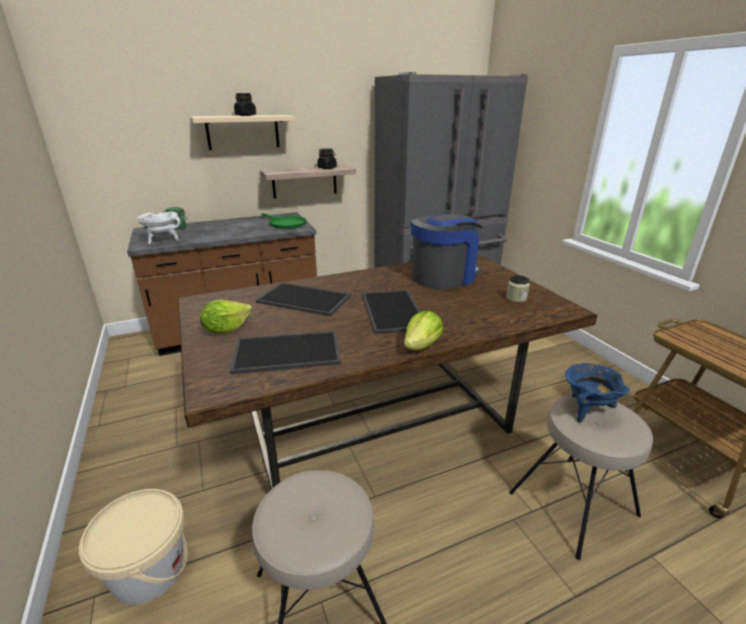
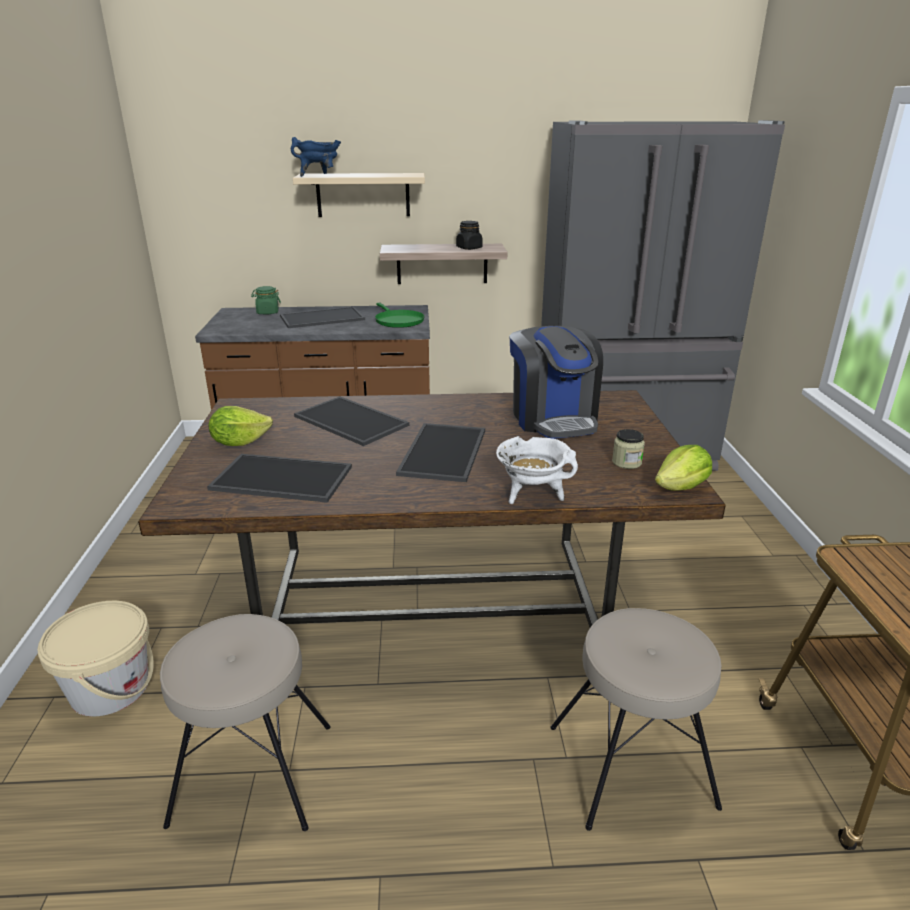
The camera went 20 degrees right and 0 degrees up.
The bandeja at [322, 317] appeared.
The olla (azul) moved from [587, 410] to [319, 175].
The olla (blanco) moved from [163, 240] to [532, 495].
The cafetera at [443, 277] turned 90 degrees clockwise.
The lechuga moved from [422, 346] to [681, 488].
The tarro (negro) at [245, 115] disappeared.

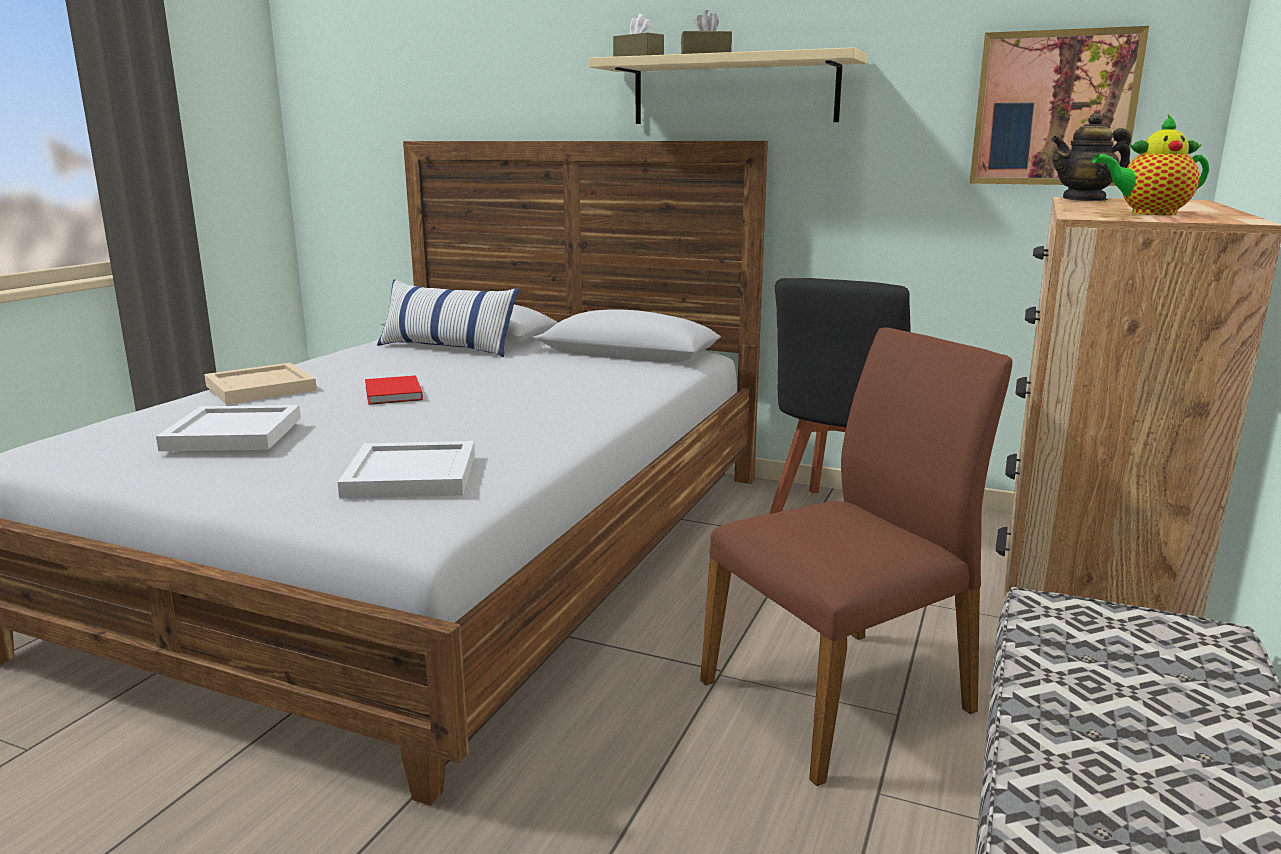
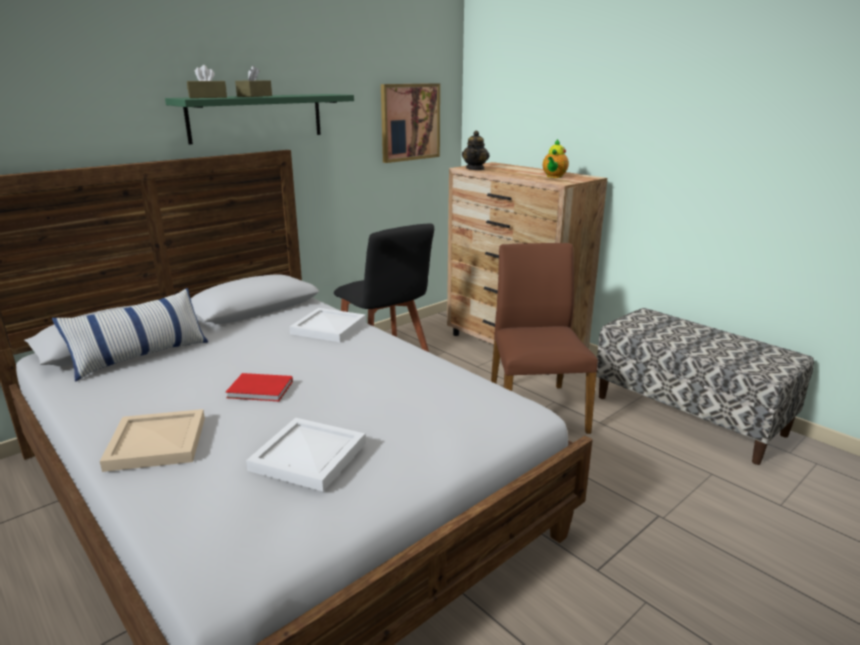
The camera went 65 degrees left and 5 degrees up.
The estante (beis) at [734, 91] became the estante (verde) at [256, 117].
The bandeja (blanco) moved from [409, 476] to [329, 328].

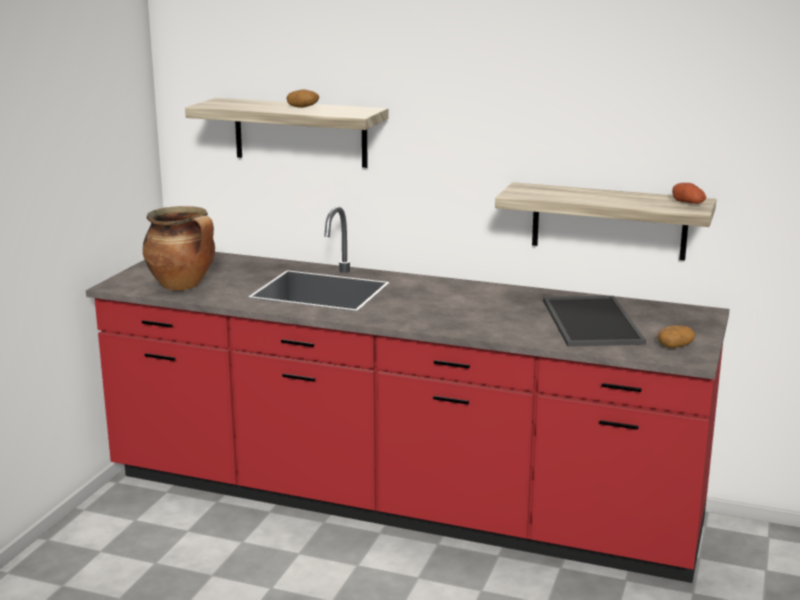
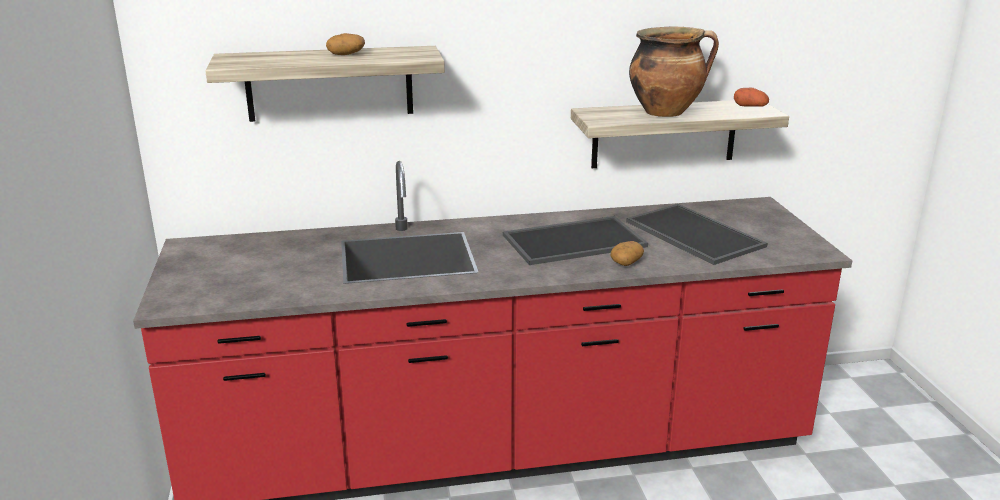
The camera went 30 degrees left and 5 degrees up.
The bandeja at [574, 240] appeared.
The patata moved from [675, 346] to [626, 262].
The olla moved from [183, 285] to [667, 112].

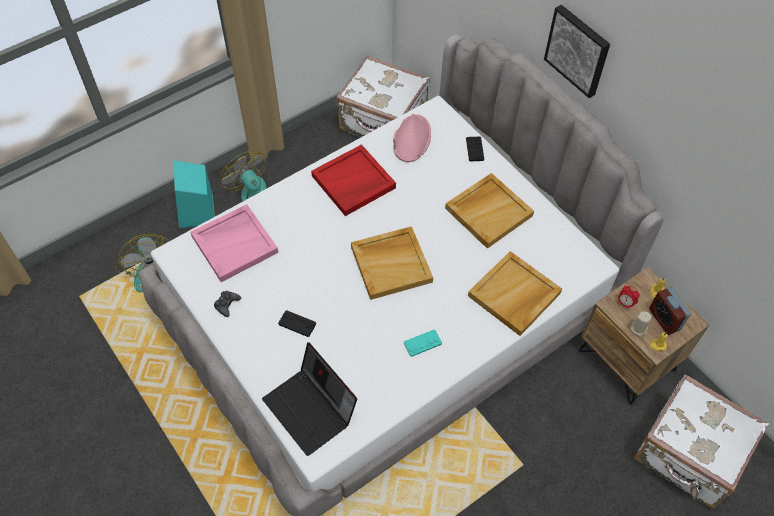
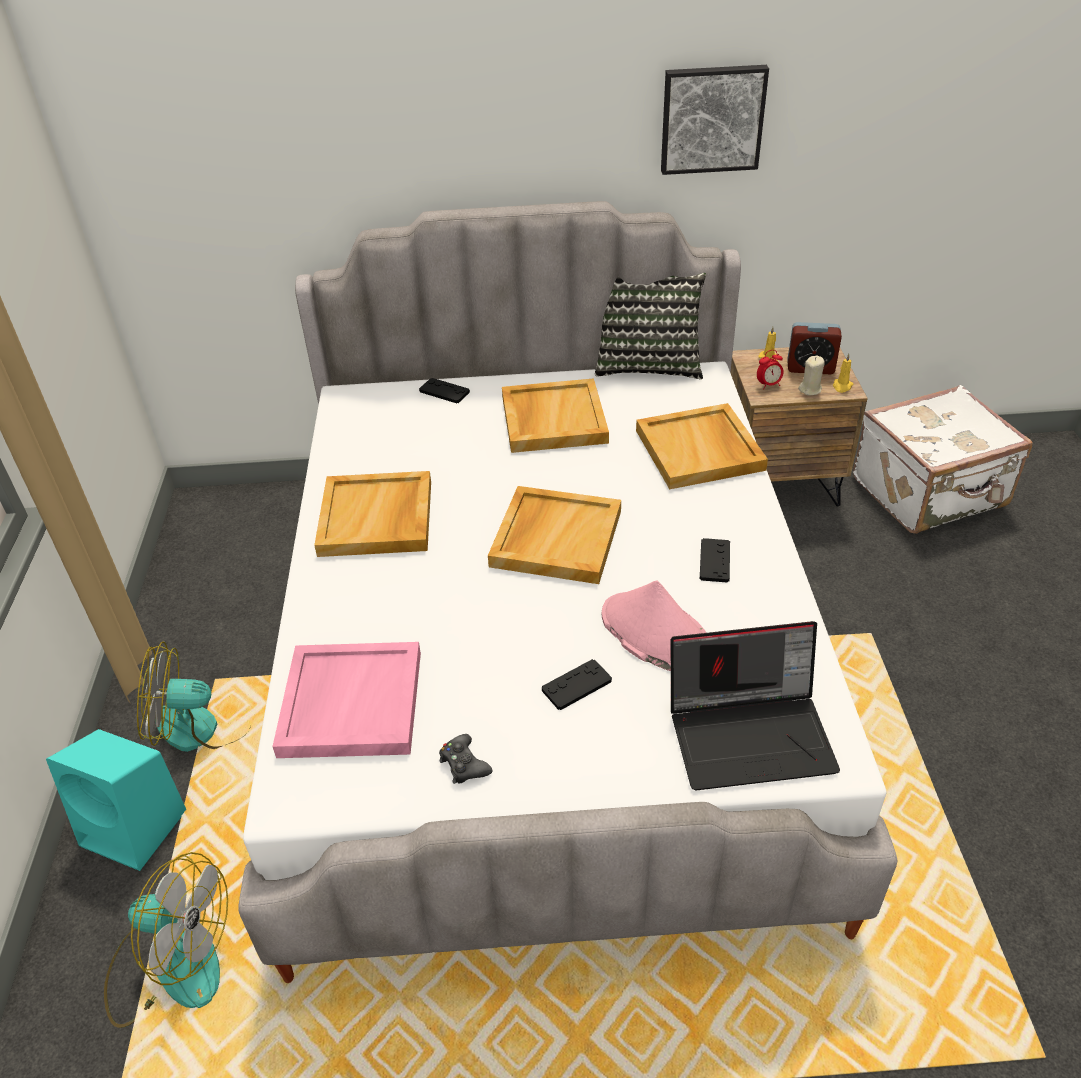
The camera went 55 degrees left and 15 degrees down.
The bandeja (rojo) at [353, 182] became the bandeja (beis) at [377, 518].
The cojín at [648, 364] appeared.
The sombrero (rosa) moved from [411, 139] to [655, 633].
The cuadro moved from [578, 50] to [712, 119].
The mando de consola (turquesa) at [422, 343] became the mando de consola (negro) at [714, 561].
The maleta (blanco) at [383, 123] disappeared.

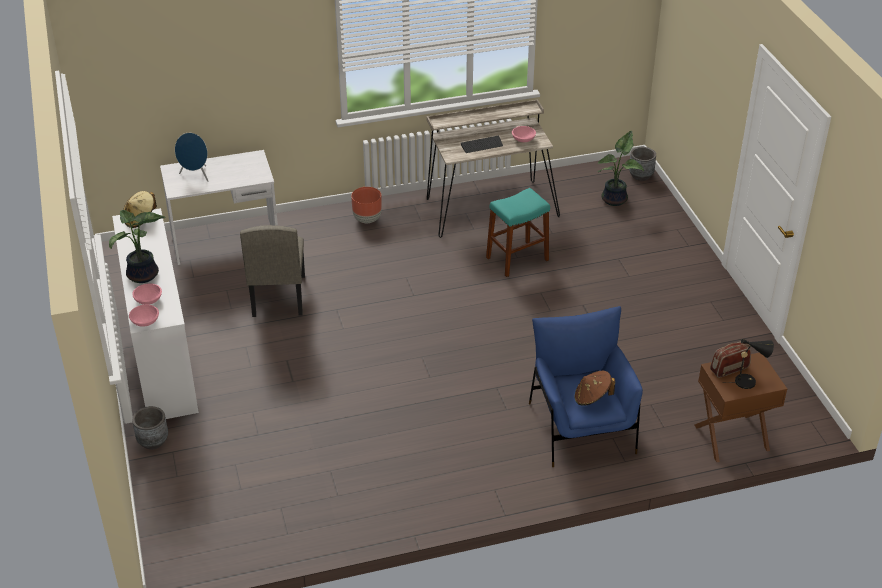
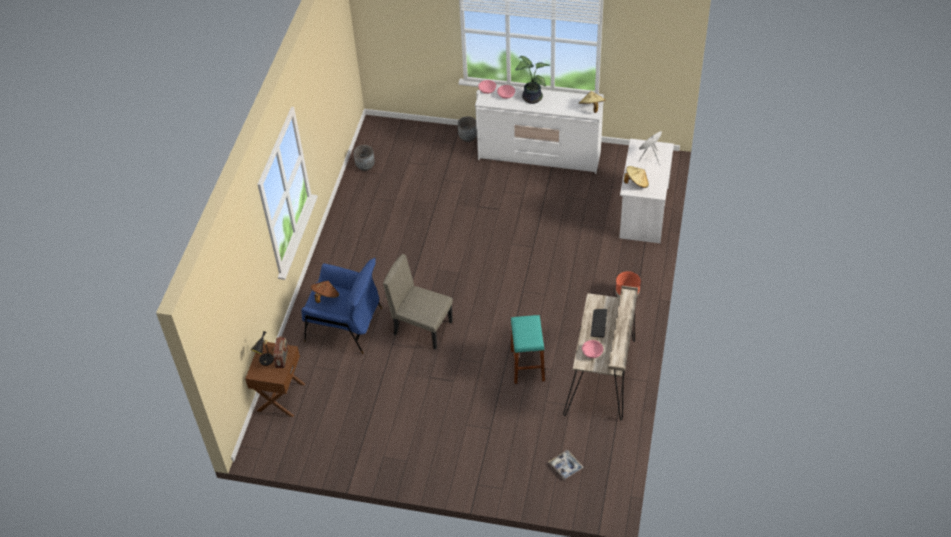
The camera went 120 degrees right and 10 degrees up.
The maceta (gris) moved from [640, 175] to [365, 166].
The silla (beis) moved from [278, 296] to [423, 327].
The planta en maceta at [616, 199] was replaced by the bandeja at [565, 466].
The sombrero (beis) at [636, 183] appeared.

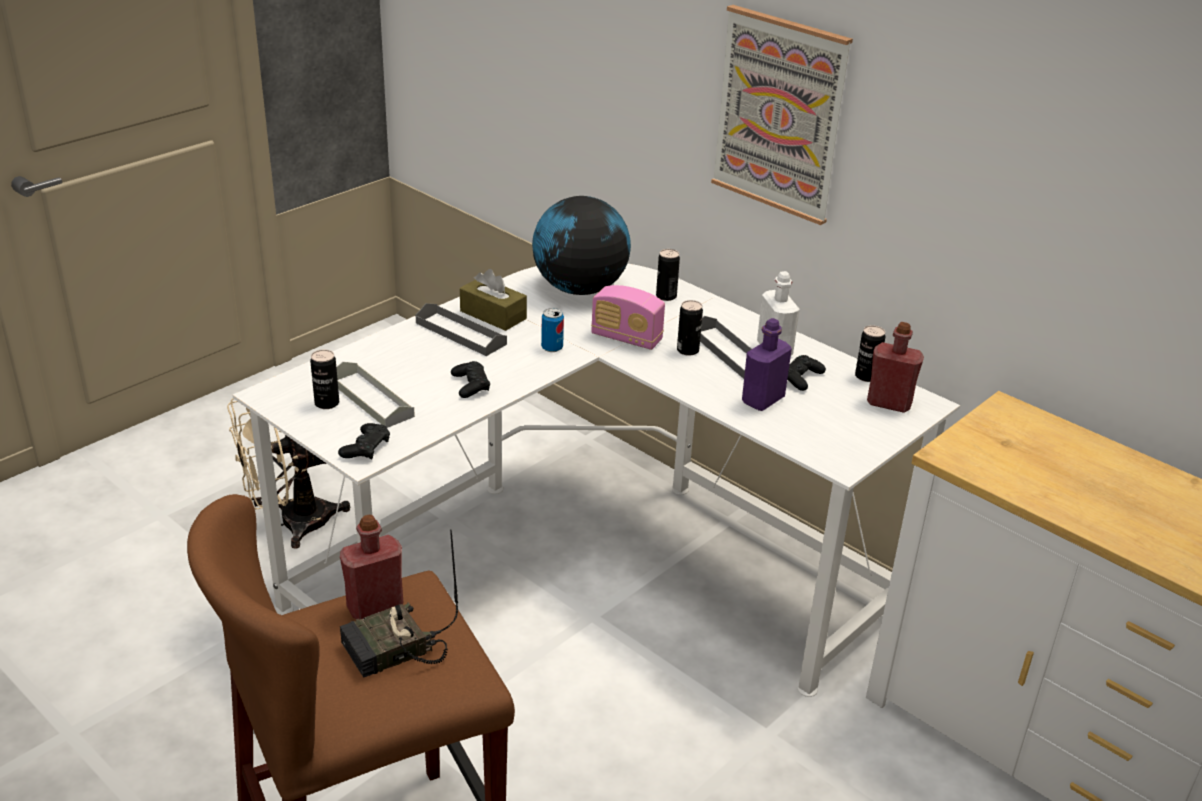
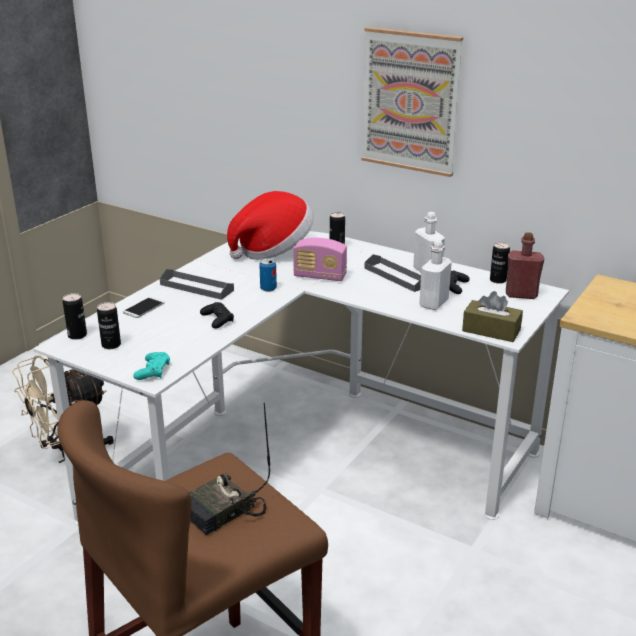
The camera went 10 degrees left and 5 degrees down.
The lata moved from [687, 350] to [77, 335].
The móvil at [144, 308] appeared.
The mando de consola (negro) at [366, 447] became the mando de consola (turquesa) at [153, 371].
The globo terráqueo at [579, 289] was replaced by the sombrero at [273, 250].
The botella (morado) at [763, 400] became the botella (blanco) at [433, 303].
The caja de pañuelos (marrón) moved from [493, 315] to [491, 330].
The bandeja (gris) at [371, 399] disappeared.
The botella (rojo) at [375, 606] disappeared.

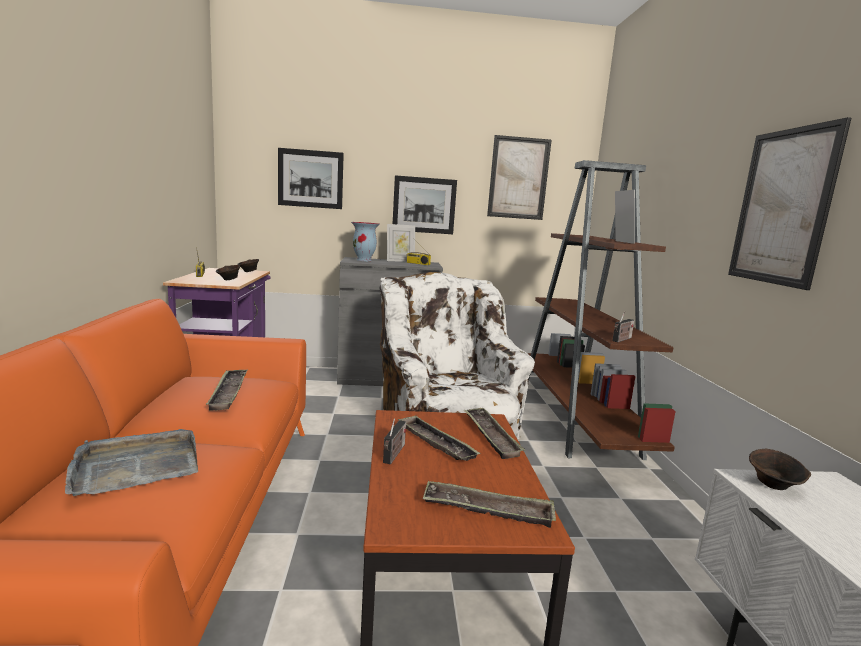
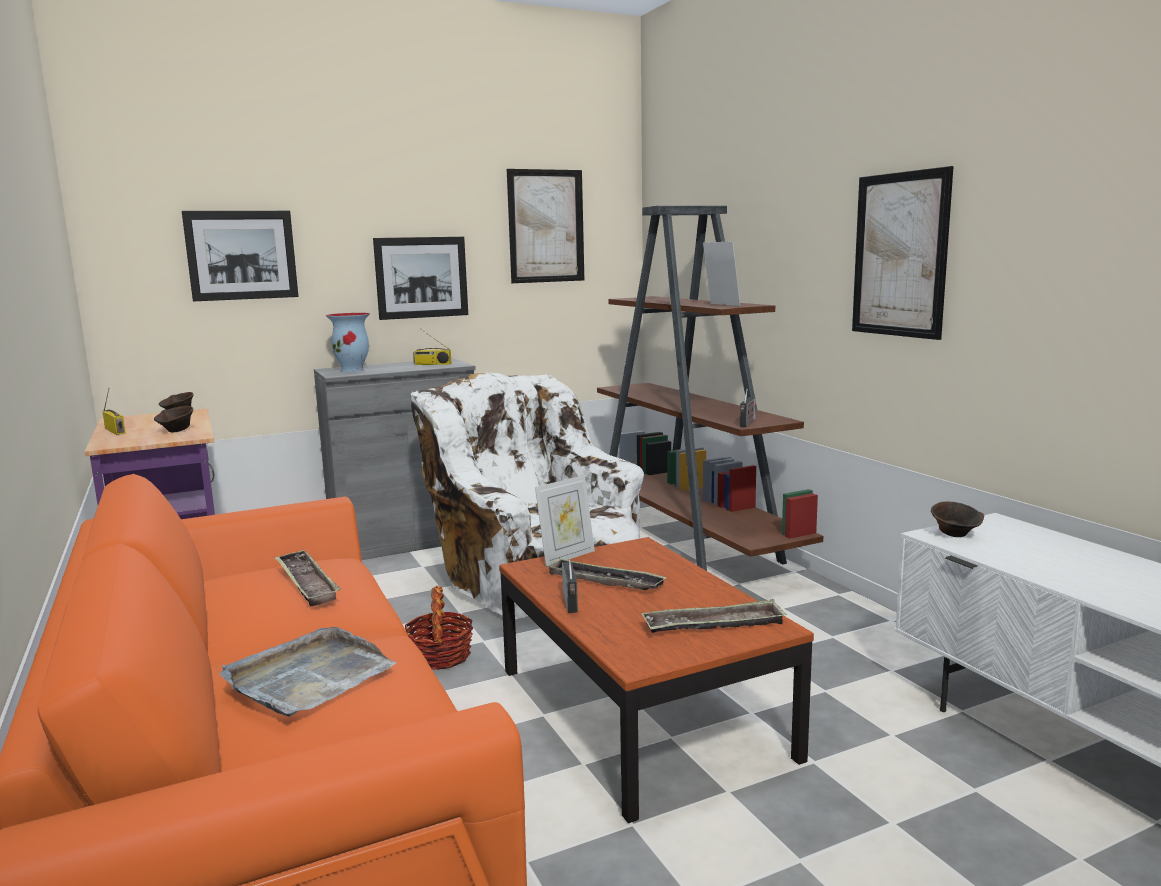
The camera went 20 degrees left and 0 degrees up.
The cesta at [440, 656] appeared.
The portarretratos moved from [400, 261] to [566, 557].
The bandeja at [491, 436] disappeared.

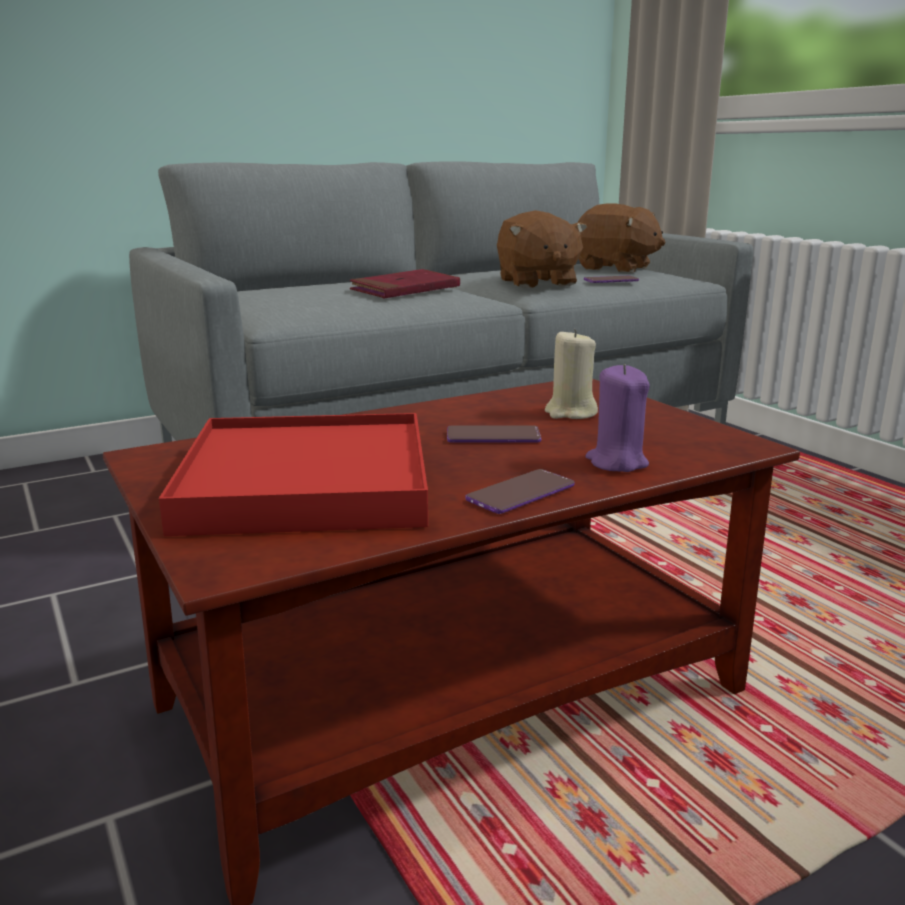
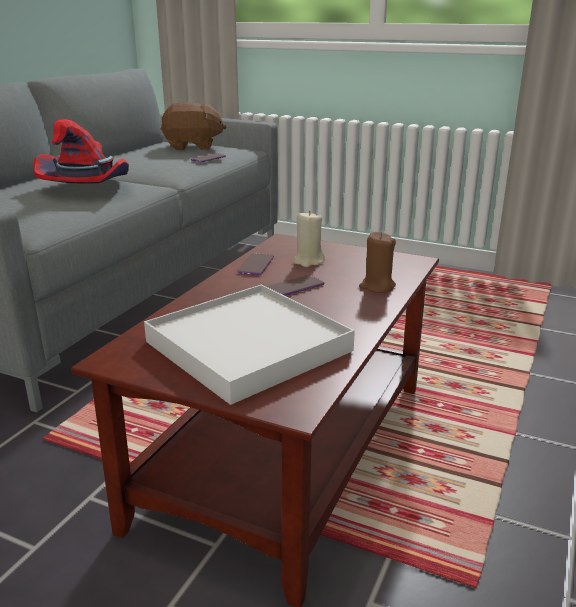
The camera went 35 degrees left and 5 degrees up.
The libro (rojo) at [405, 290] was replaced by the sombrero (rojo) at [87, 187].
The bandeja (rojo) at [308, 483] became the bandeja (blanco) at [249, 346].
The móvil moved from [520, 493] to [256, 265].
The vela (morado) at [616, 462] became the vela (marrón) at [377, 287].
The peluche (marrón) at [536, 283] disappeared.

